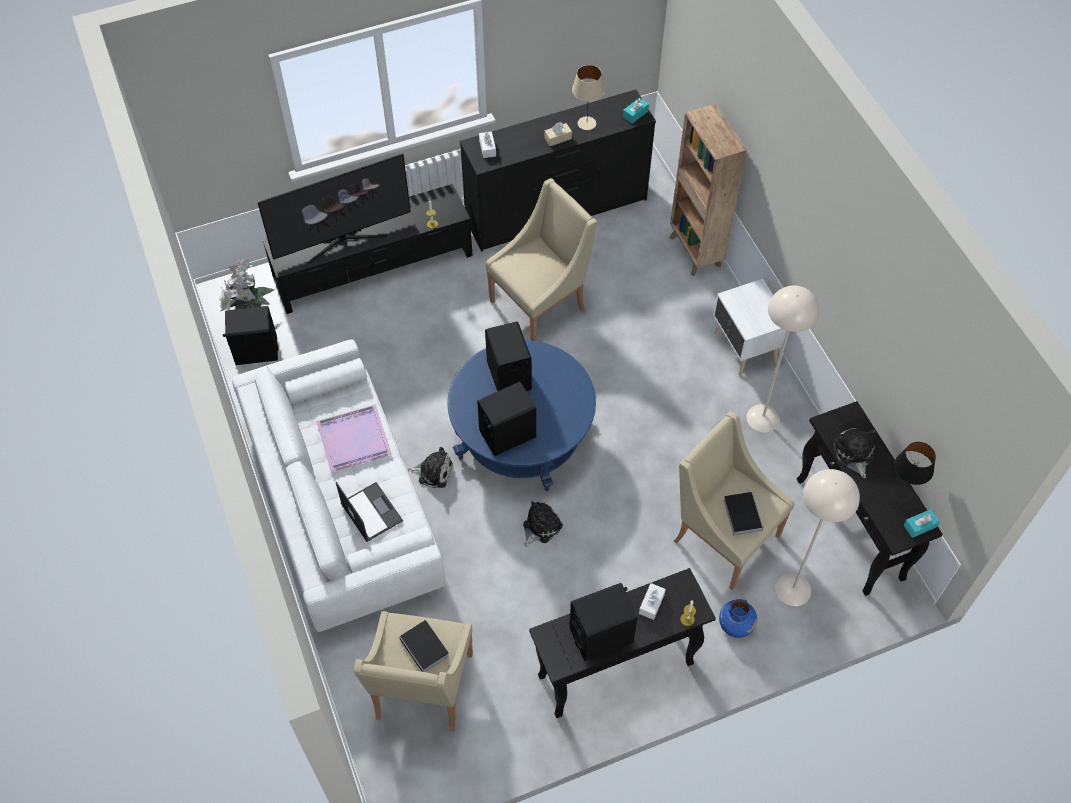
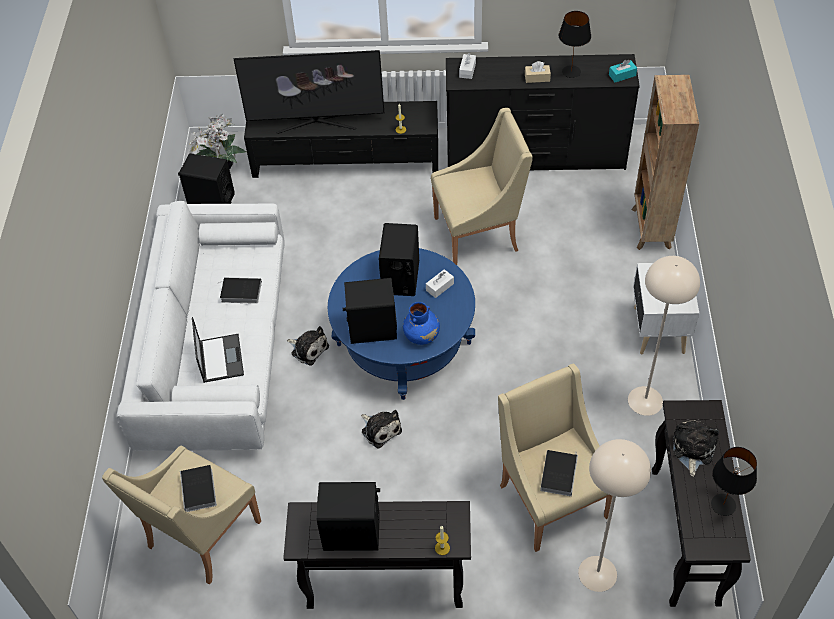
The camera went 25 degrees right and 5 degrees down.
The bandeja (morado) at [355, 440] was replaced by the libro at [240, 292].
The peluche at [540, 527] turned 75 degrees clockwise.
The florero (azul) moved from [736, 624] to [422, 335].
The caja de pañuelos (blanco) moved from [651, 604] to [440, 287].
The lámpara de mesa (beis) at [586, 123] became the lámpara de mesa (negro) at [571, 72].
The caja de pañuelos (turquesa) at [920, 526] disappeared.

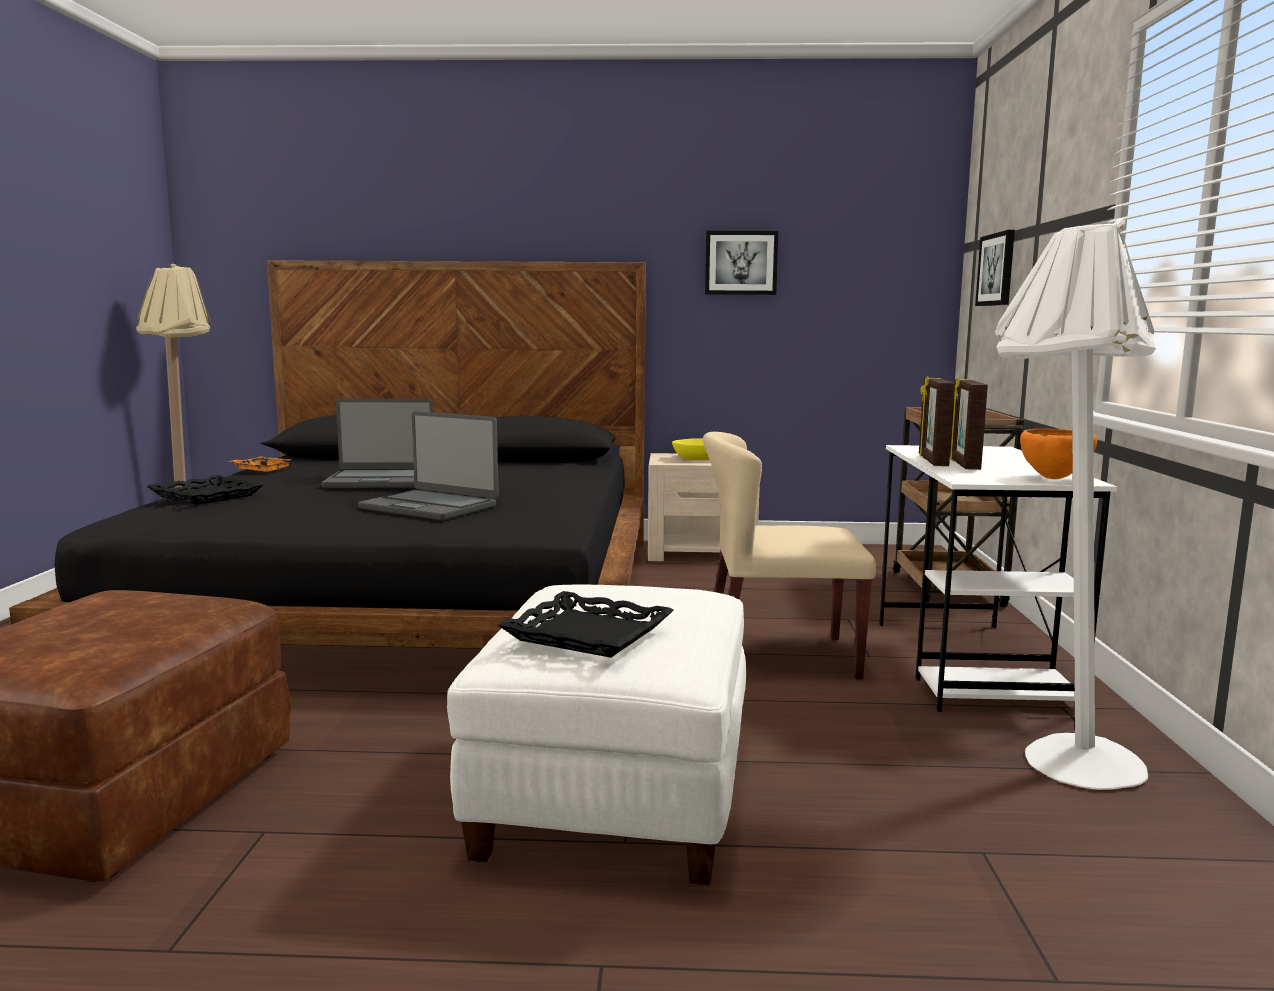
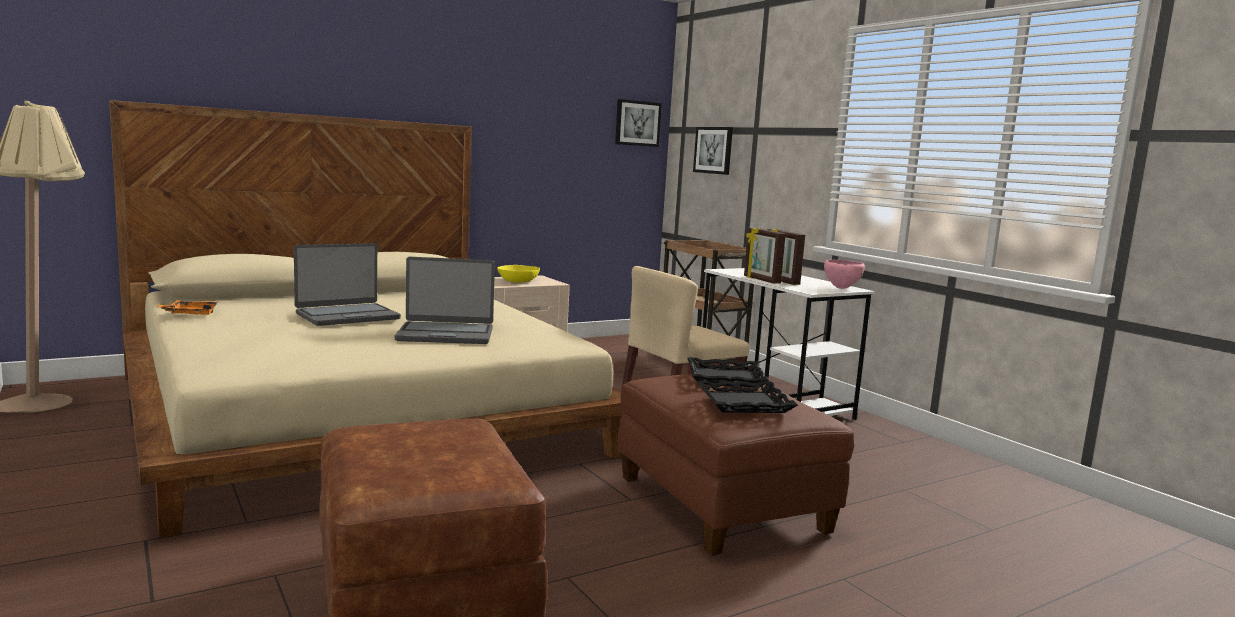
The camera went 35 degrees left and 0 degrees up.
The cama (negro) at [410, 596] became the cama (beis) at [358, 413].
The cuadro moved from [741, 263] to [637, 123].
The puf (blanco) at [616, 796] became the puf (marrón) at [722, 506].
The bandeja (negro) moved from [205, 496] to [725, 378].
The cuenco (naranja) at [1053, 479] became the cuenco (rosa) at [841, 288].
The lámpara de pie (blanco) at [1054, 758] disappeared.

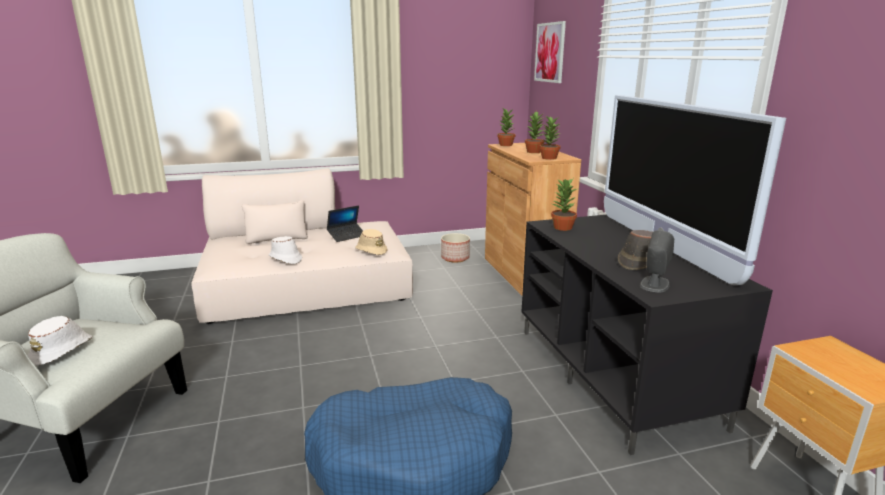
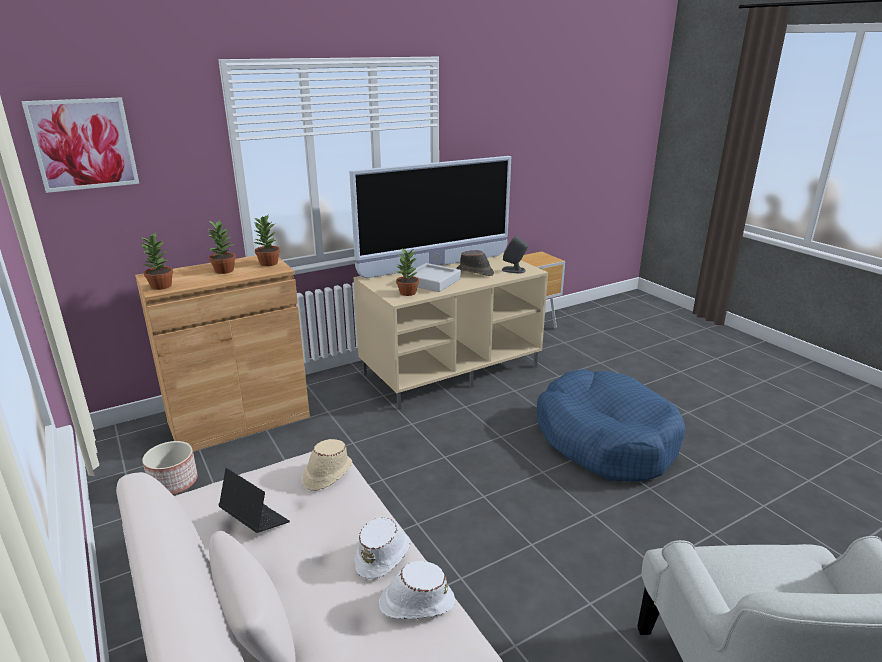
The camera went 105 degrees left and 5 degrees up.
The mueble de televisión (negro) at [615, 376] became the mueble de televisión (beis) at [451, 369].
The sombrero (blanco) moved from [62, 350] to [416, 602].
The bandeja (gris) at [432, 282] appeared.

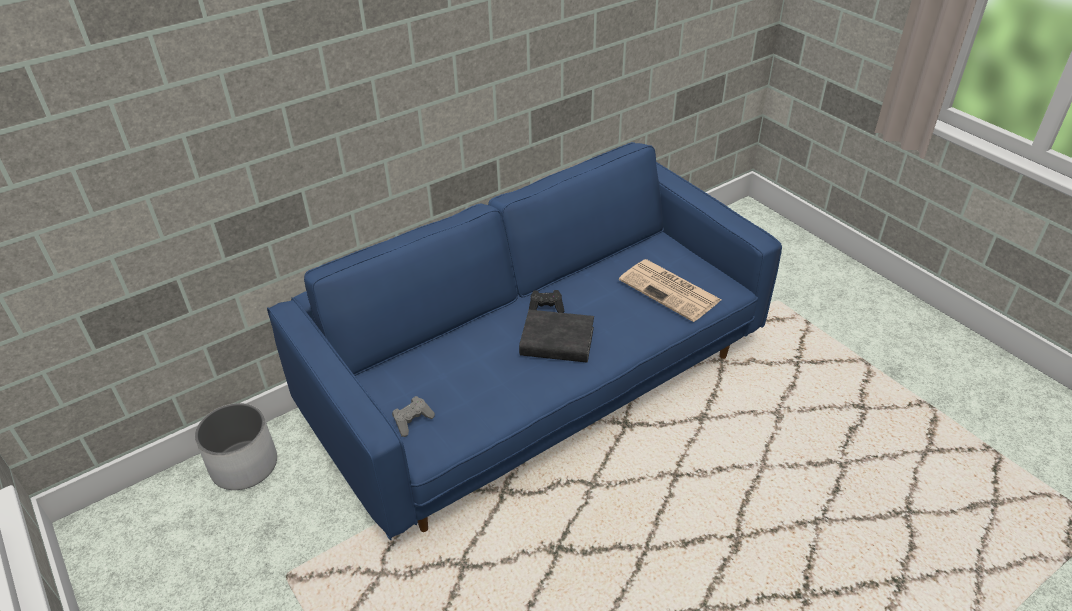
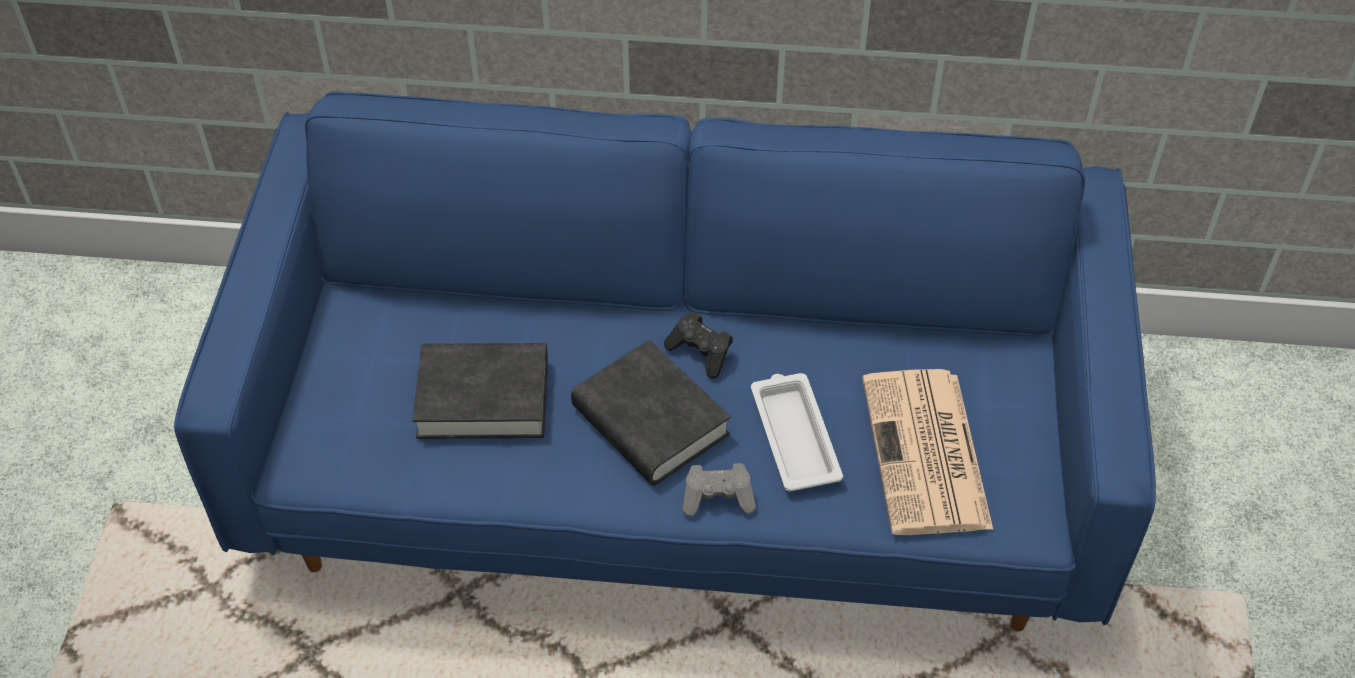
The camera went 40 degrees right and 10 degrees up.
The libro (negro) at [483, 398] appeared.
The mando de consola (gris) moved from [413, 421] to [718, 498].
The bandeja (blanco) at [794, 435] appeared.
The maceta (blanco) at [244, 465] disappeared.

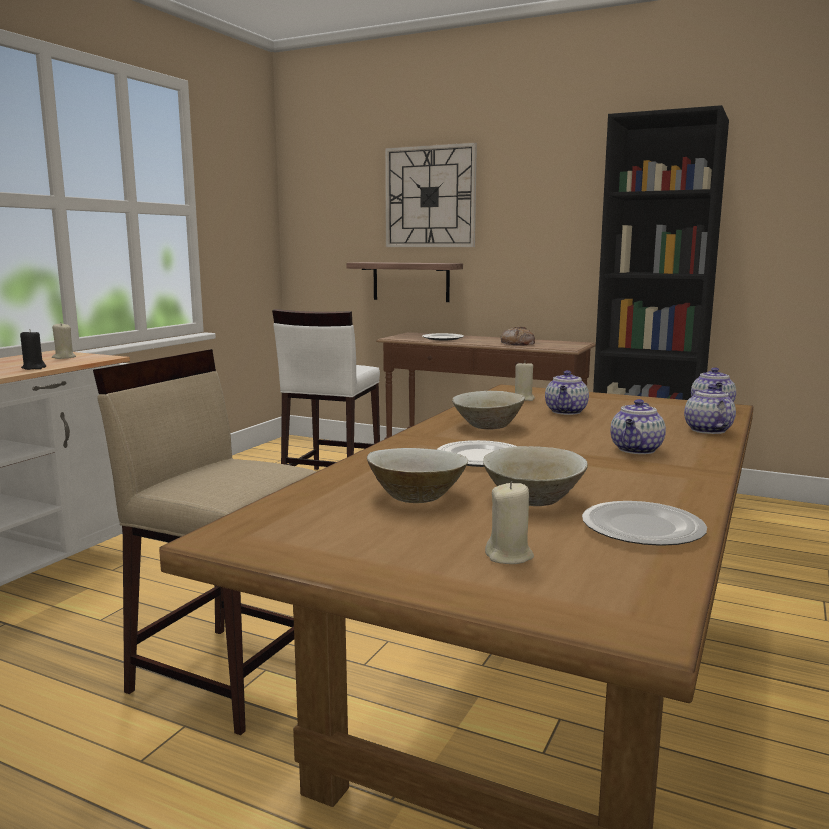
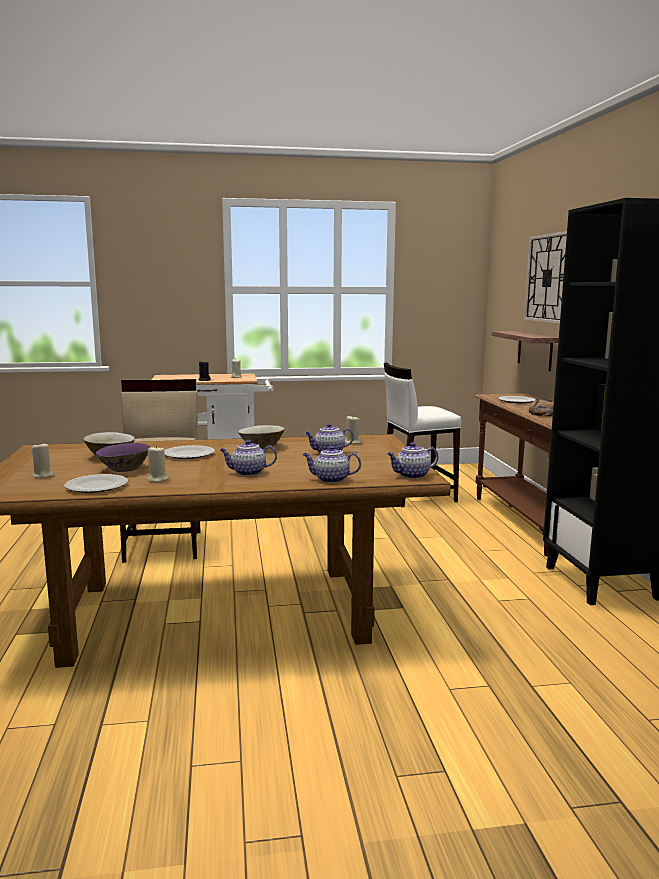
The camera went 55 degrees right and 0 degrees up.
The cuenco (beis) at [532, 499] became the cuenco (morado) at [124, 469].
The vela (beis) at [157, 479] appeared.
The tetera at [706, 430] turned 135 degrees counterclockwise.

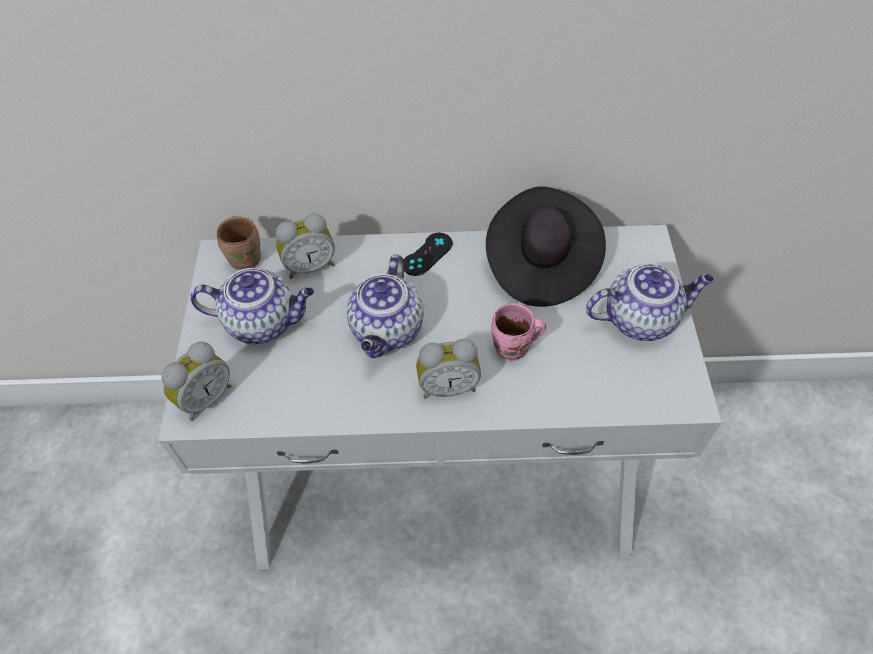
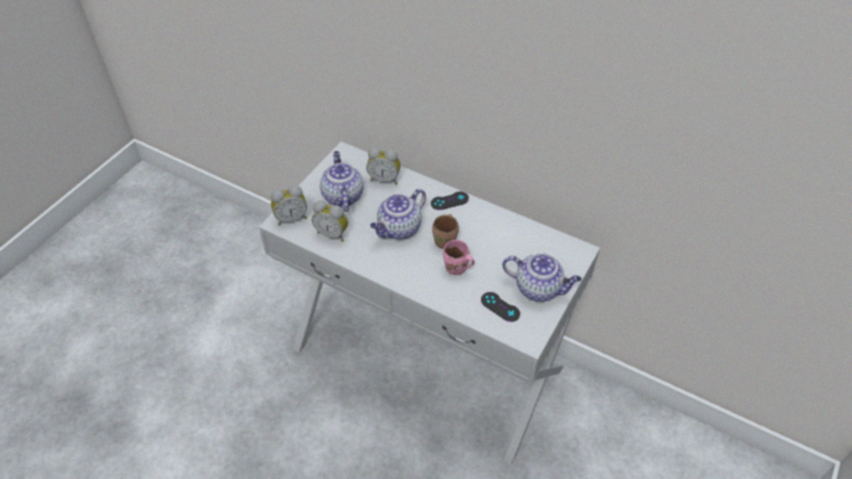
The camera went 30 degrees right and 5 degrees down.
The despertador moved from [448, 386] to [333, 233].
The tetera at [263, 322] turned 135 degrees counterclockwise.
The taza grande (marrón) moved from [247, 258] to [446, 241].
The mando de consola (negro) at [500, 307] appeared.
The sombrero (negro) at [540, 265] disappeared.

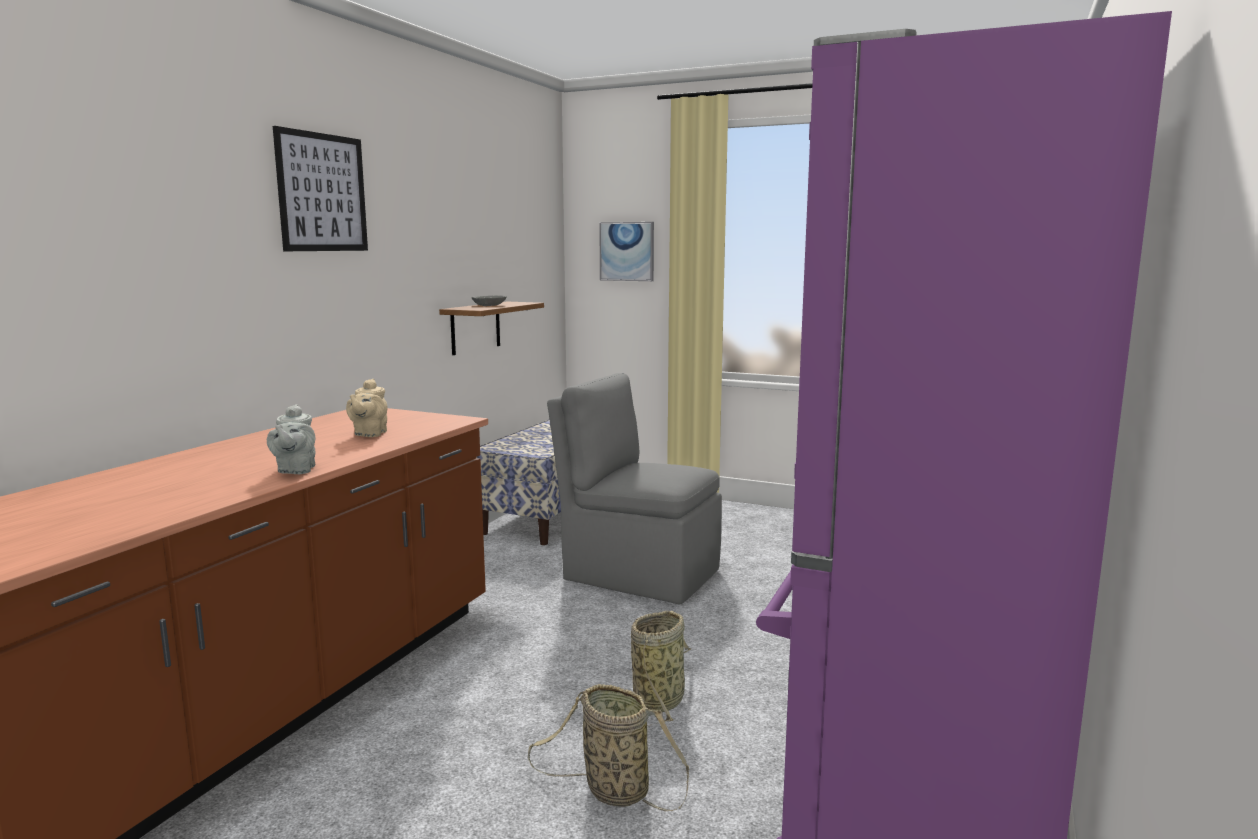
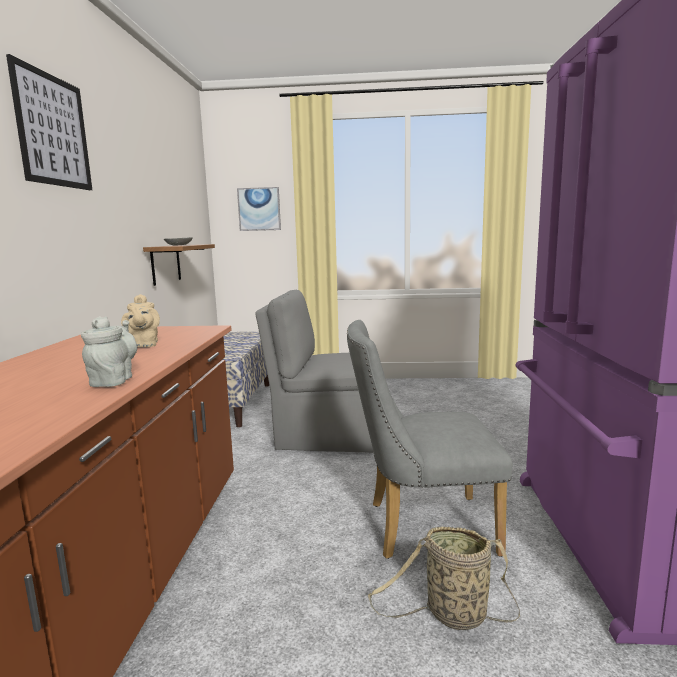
The camera went 20 degrees left and 0 degrees up.
The tetera (gris) at [295, 470] turned 150 degrees counterclockwise.
The cesta at [660, 700] was replaced by the silla (gris) at [421, 527].

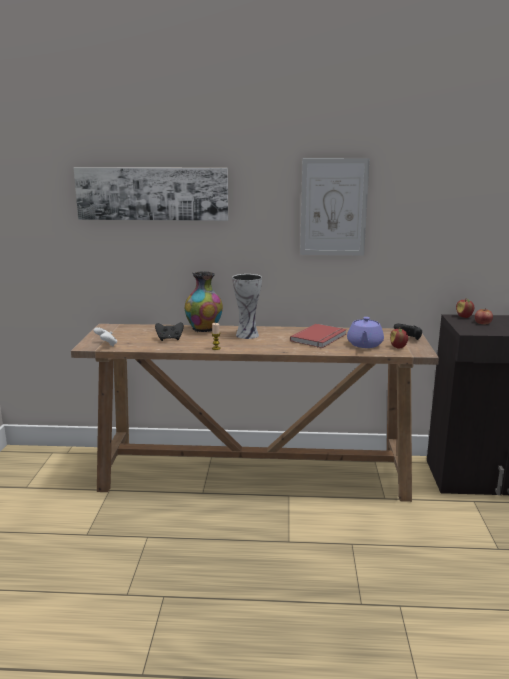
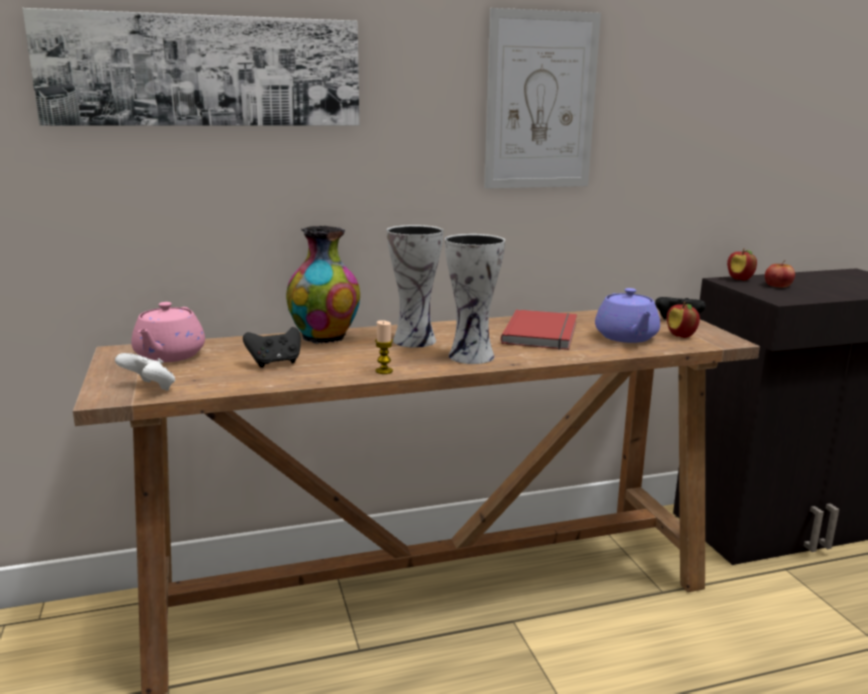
The camera went 20 degrees left and 0 degrees up.
The tetera (rosa) at [169, 356] appeared.
The florero at [473, 356] appeared.

